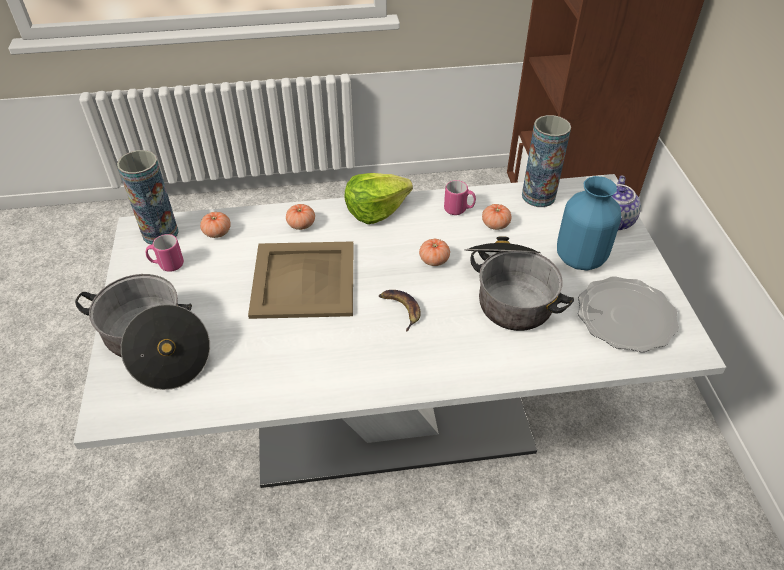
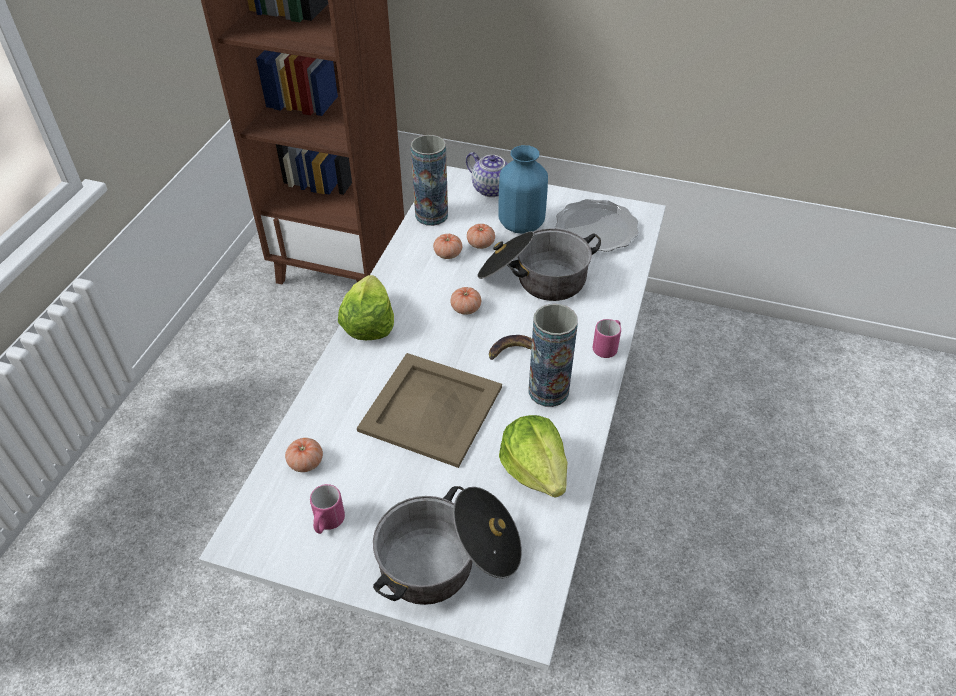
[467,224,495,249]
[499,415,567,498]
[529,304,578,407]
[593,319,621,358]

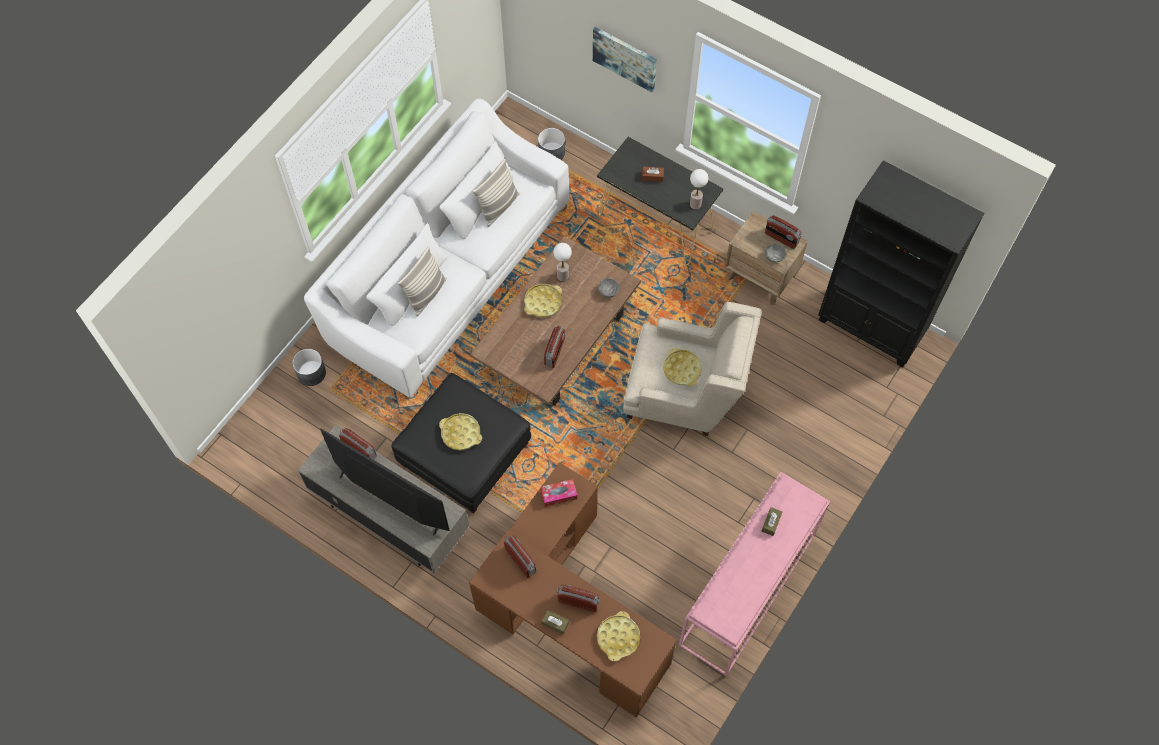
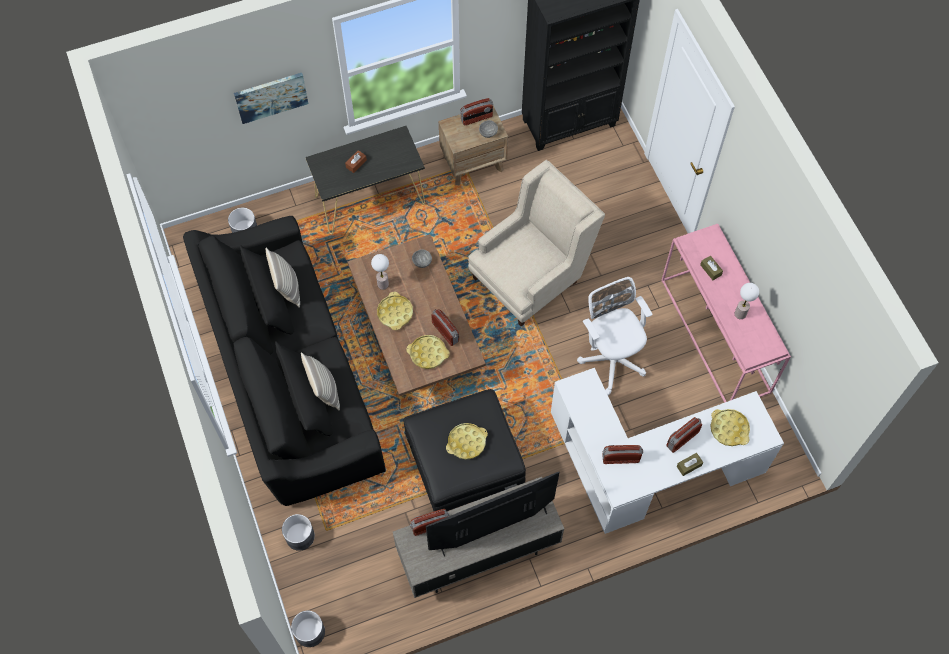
[183,216,386,506]
[291,610,325,647]
[406,335,450,369]
[551,368,784,534]
[577,277,652,396]
[734,283,759,319]
[540,479,577,507] (first image)

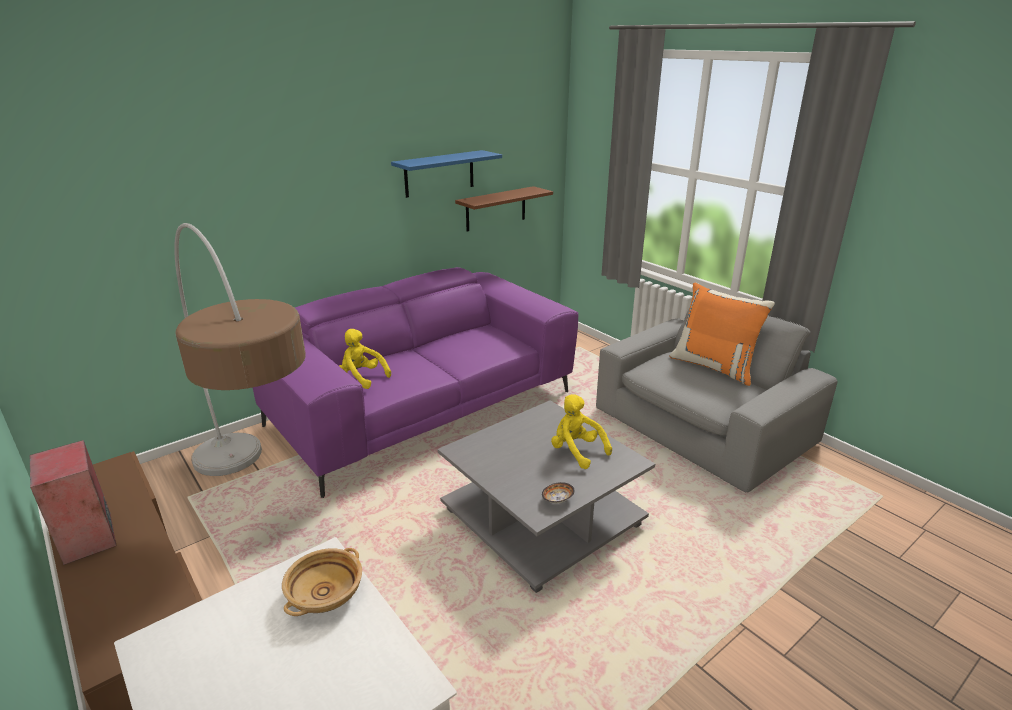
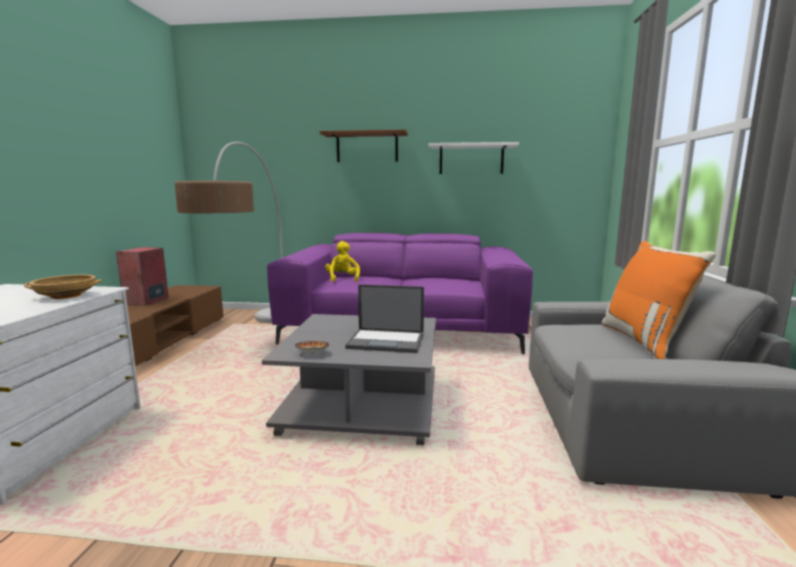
[320,130,408,162]
[345,284,424,353]
[429,142,519,174]

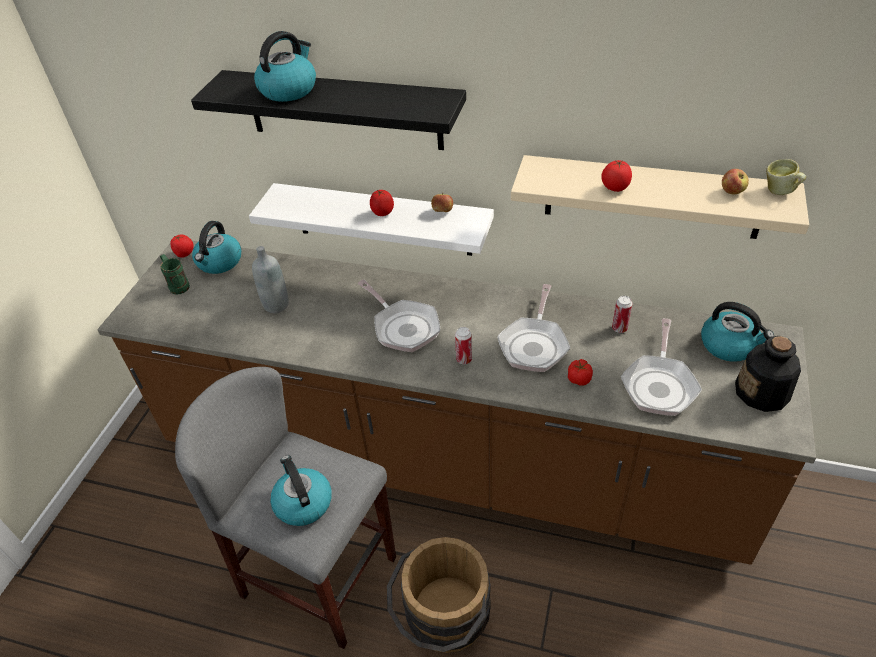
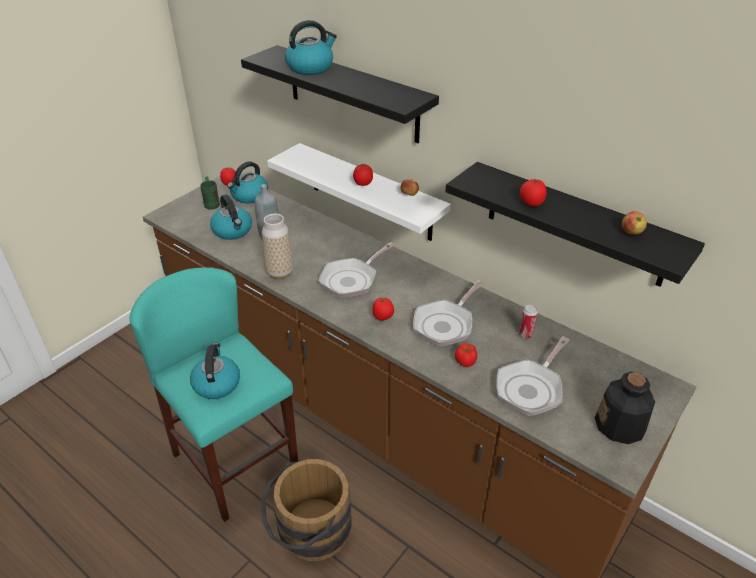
[129,267,298,522]
[210,195,252,240]
[262,213,294,279]
[319,242,395,298]
[373,298,394,321]
[445,162,705,287]
[766,159,806,195] (first image)

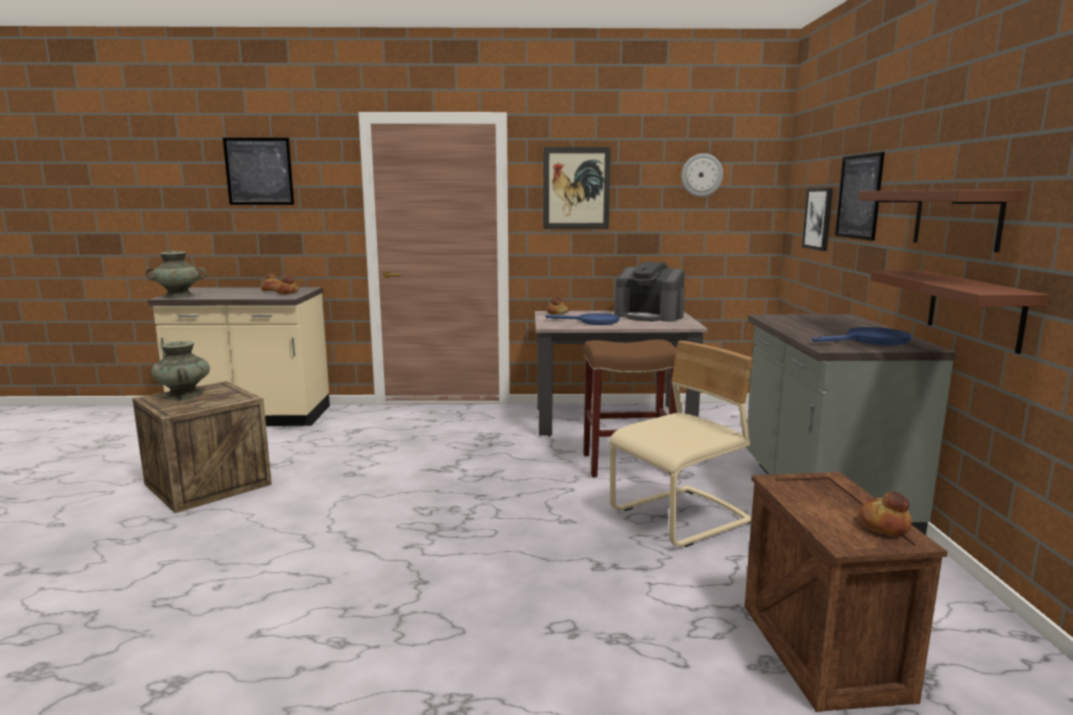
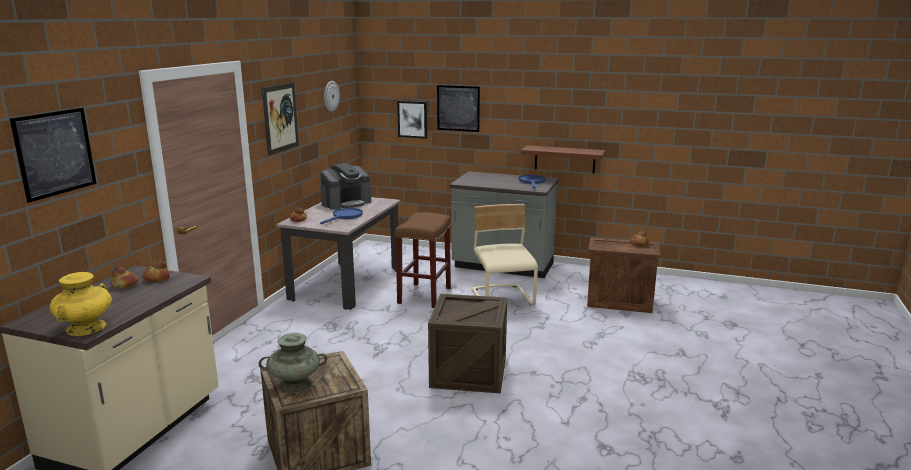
[50,272,112,336]
[428,294,507,393]
[858,190,1025,252] (first image)

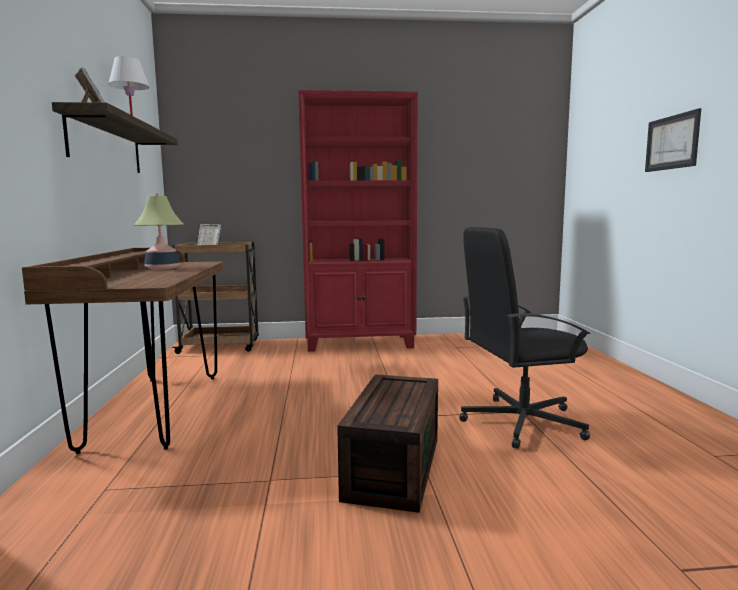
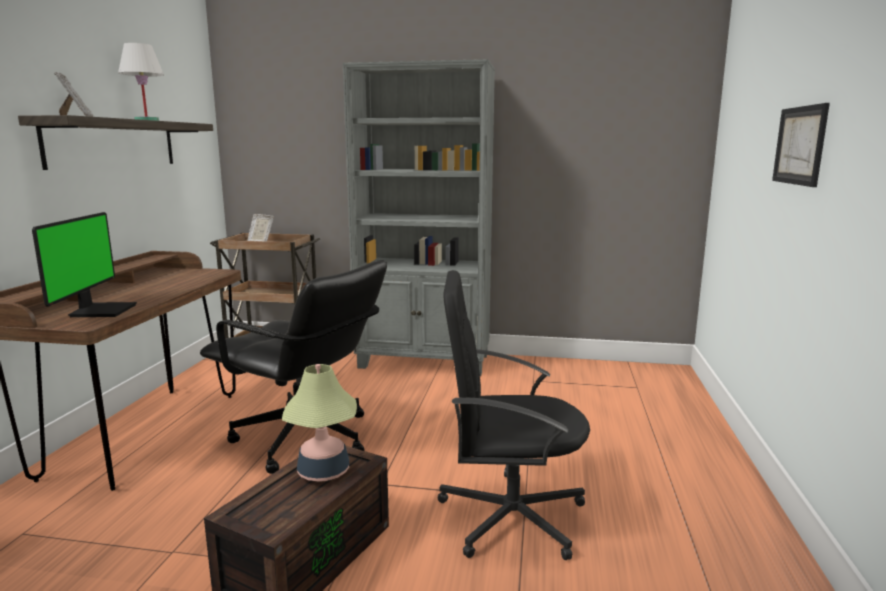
[32,212,137,317]
[200,261,387,474]
[282,364,357,482]
[343,59,495,376]

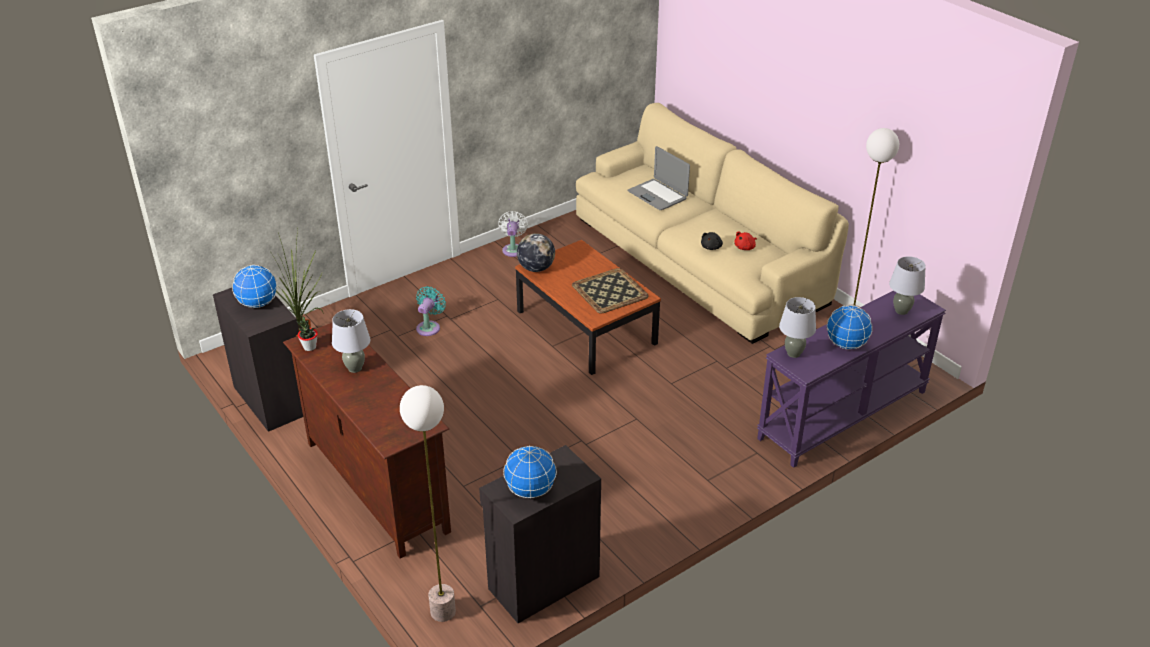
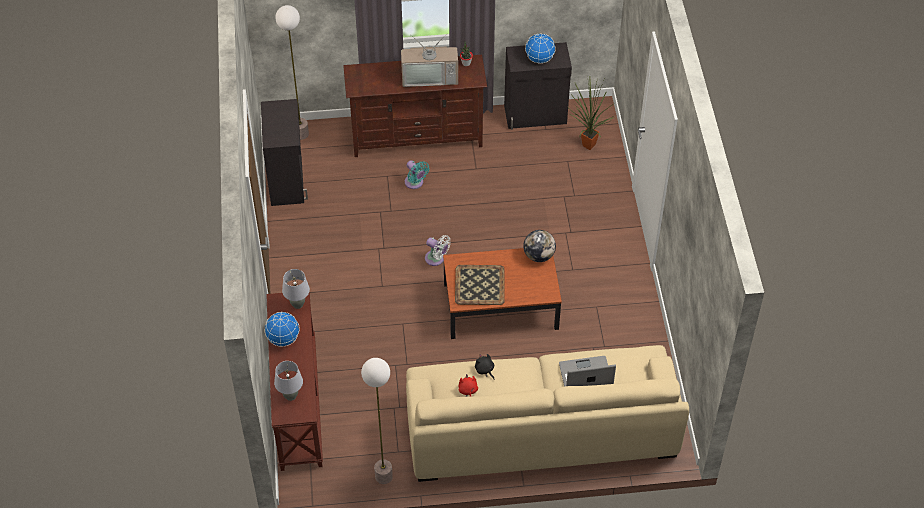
[266,291,323,471]
[401,35,458,87]
[405,160,430,189]
[425,235,451,266]
[503,445,557,499] (first image)

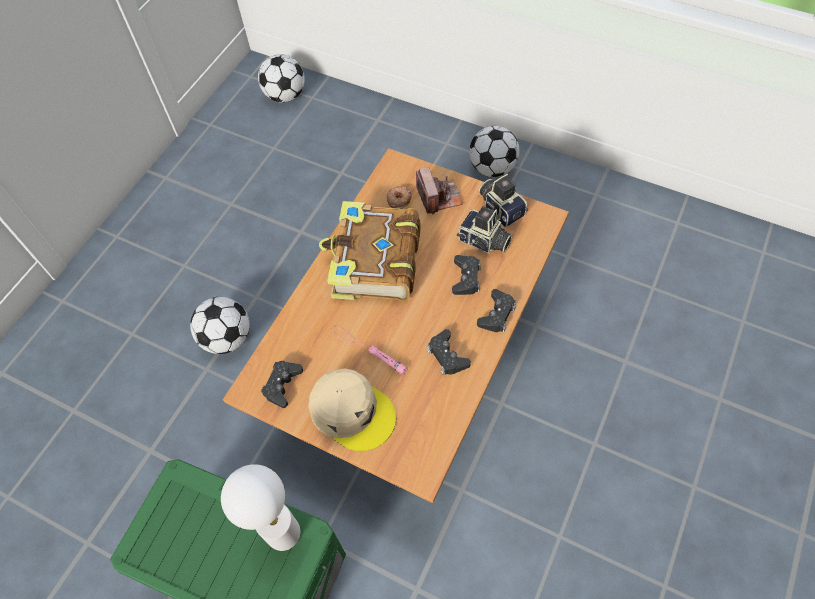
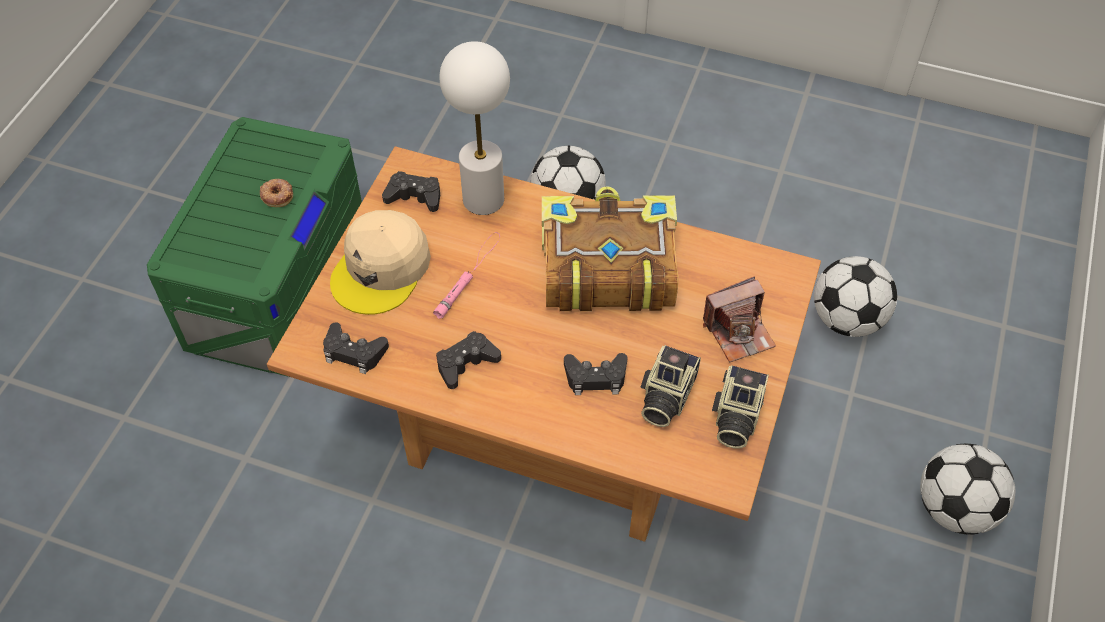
[260,179,293,207]
[323,322,389,374]
[439,41,510,215]
[712,365,769,449]
[814,256,897,337]

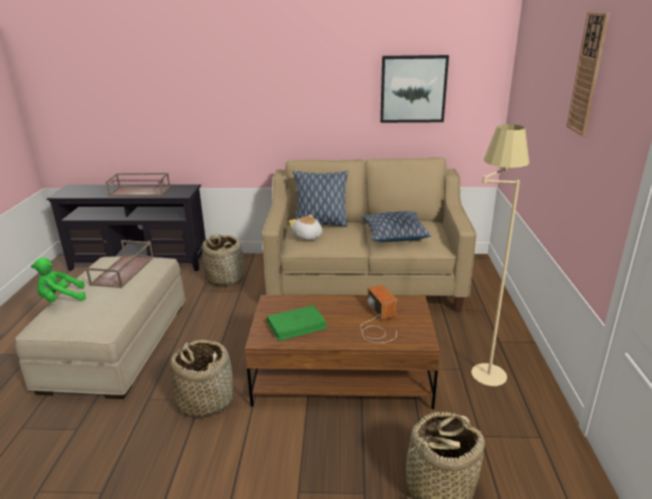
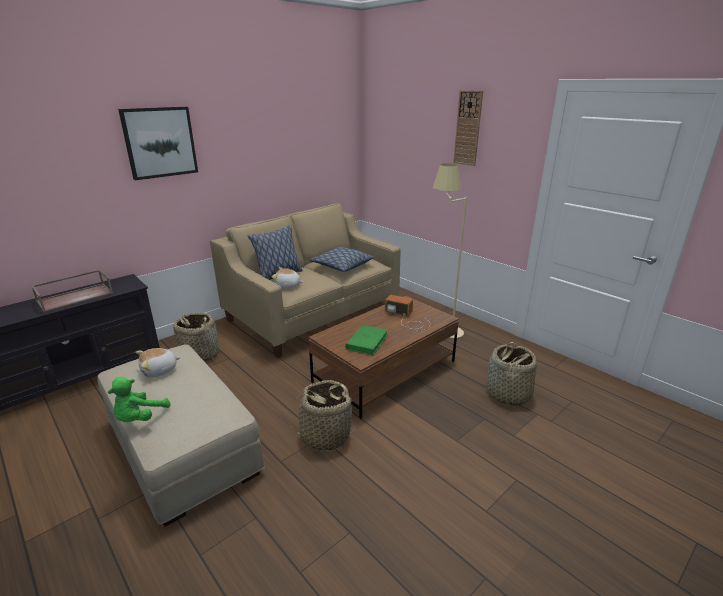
[118,107,198,180]
[135,348,181,378]

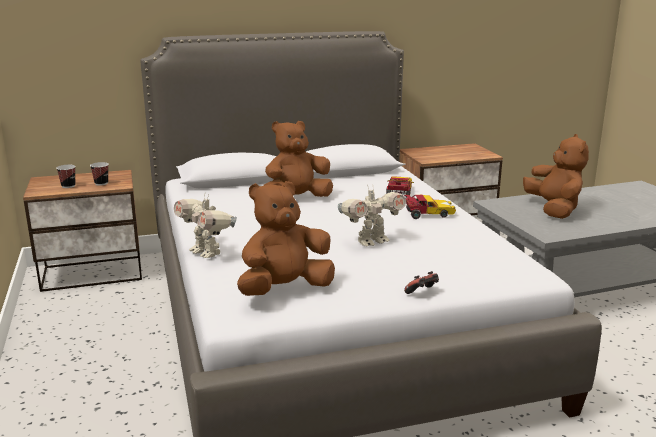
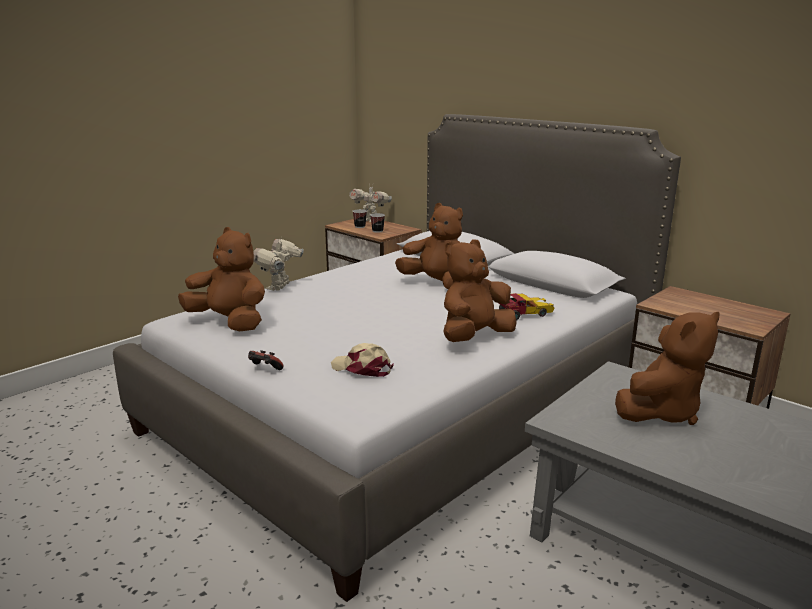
[331,343,394,377]
[349,187,392,222]
[443,239,517,342]

